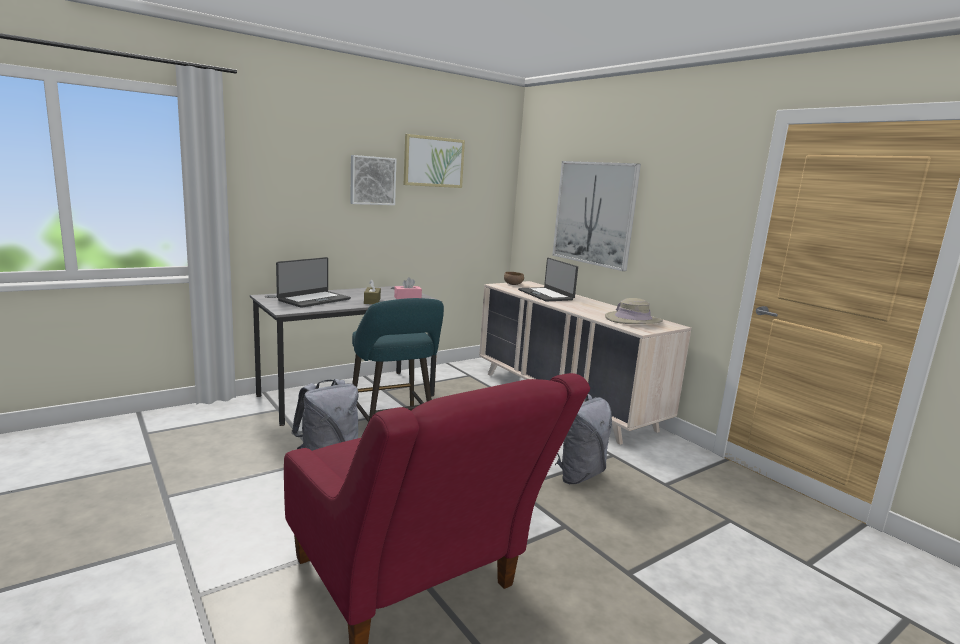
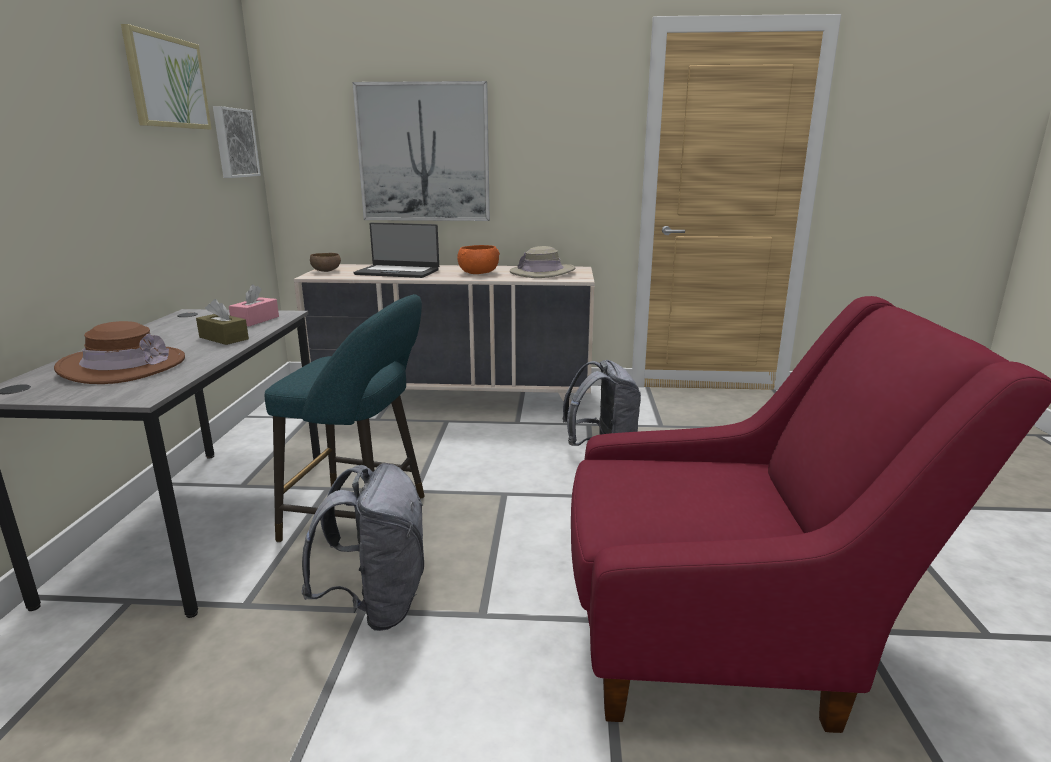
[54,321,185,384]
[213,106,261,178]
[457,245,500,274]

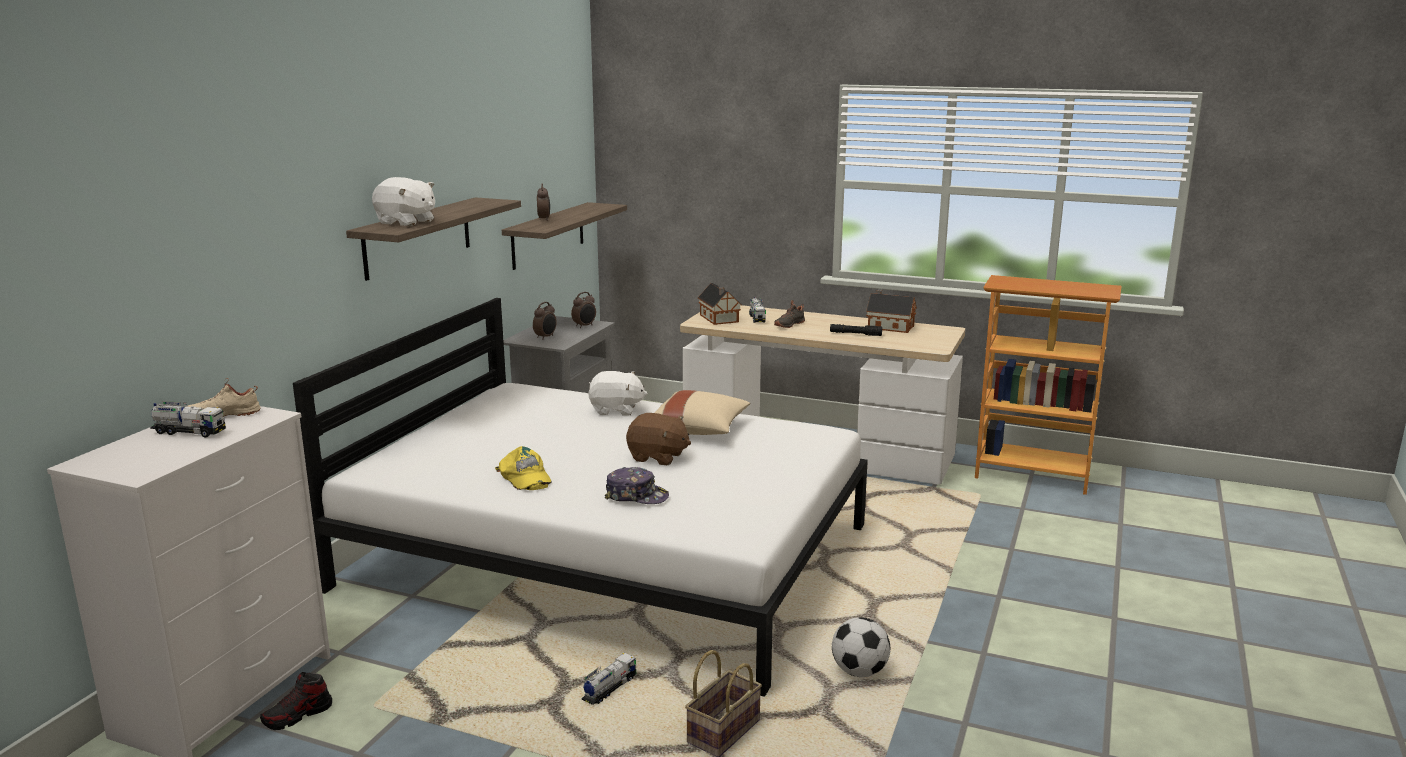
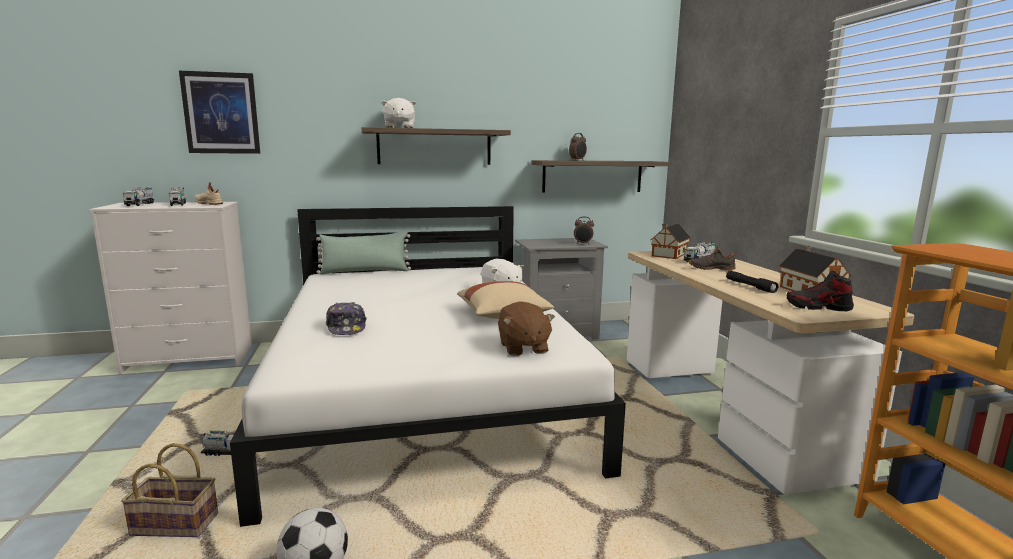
[123,187,155,206]
[179,71,260,154]
[316,231,411,274]
[498,301,555,356]
[787,271,854,311]
[495,446,552,490] (first image)
[533,302,557,340] (first image)

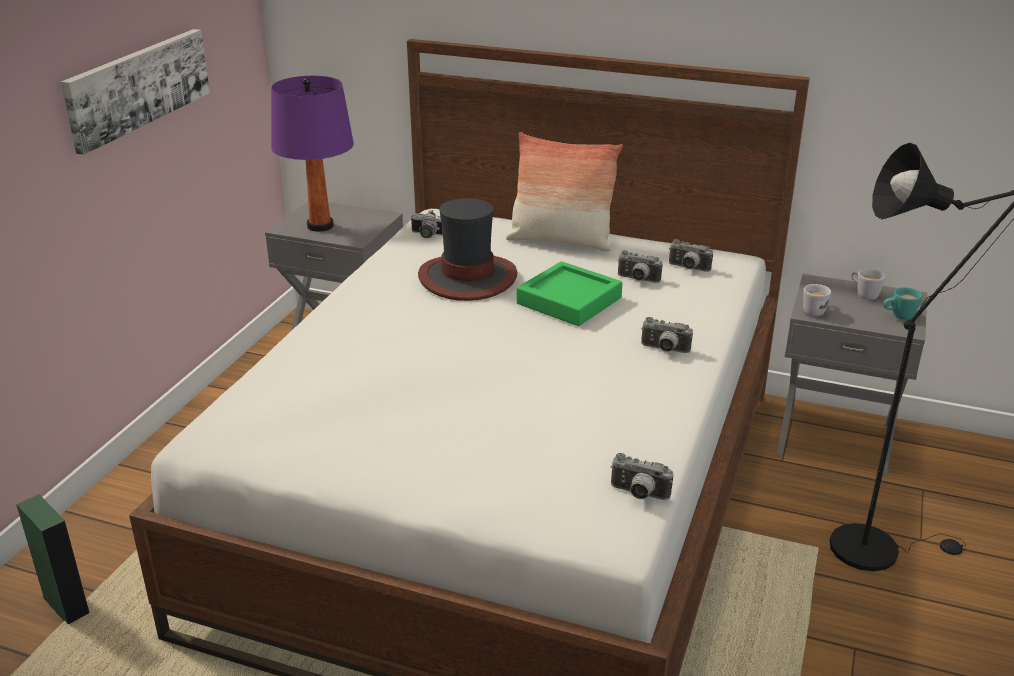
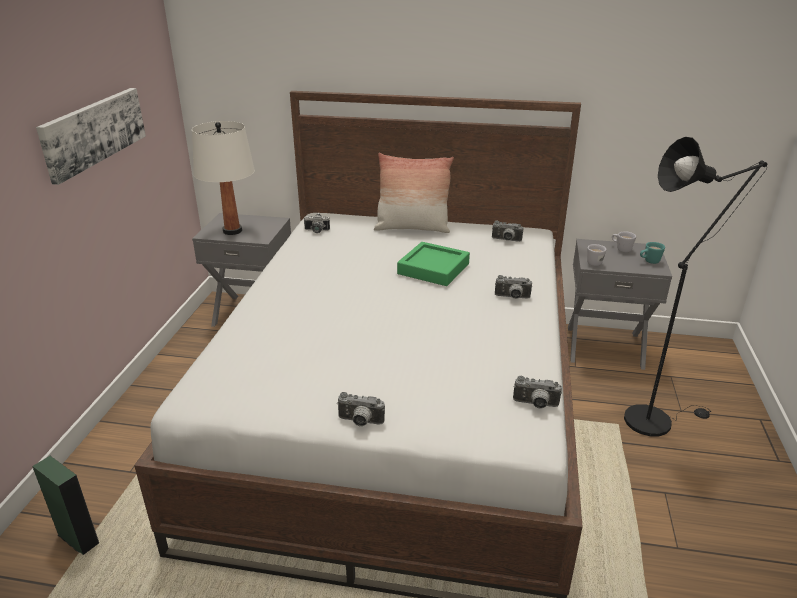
[192,121,255,235]
[337,392,385,427]
[418,198,517,301] (first image)

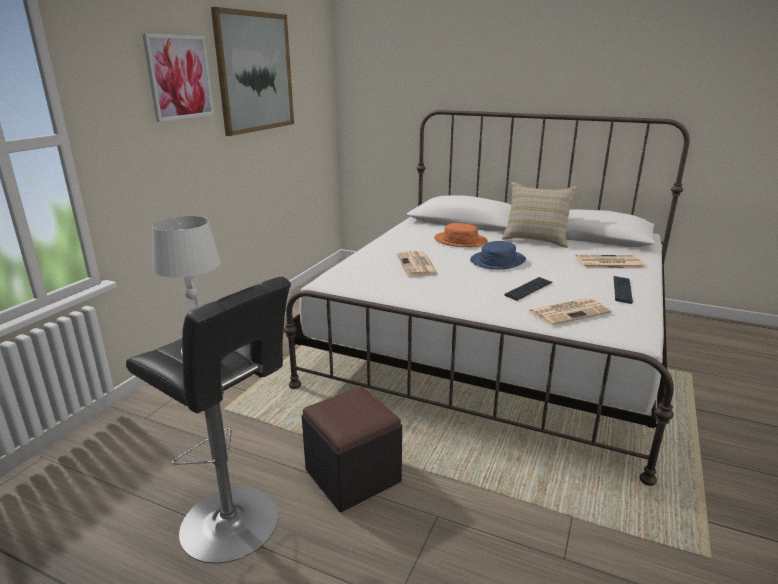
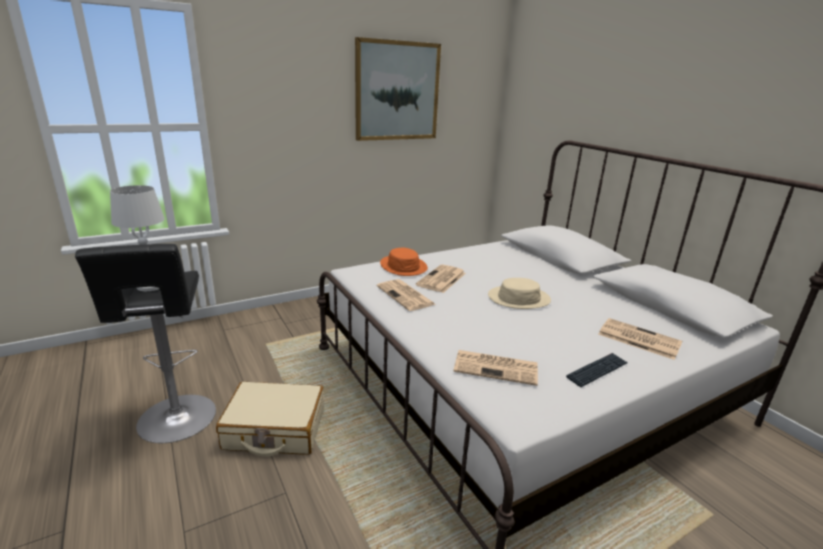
[216,381,324,457]
[377,279,436,311]
[380,248,428,276]
[488,278,551,309]
[142,34,214,122] (first image)
[502,182,578,248] (first image)
[505,277,552,301] (first image)

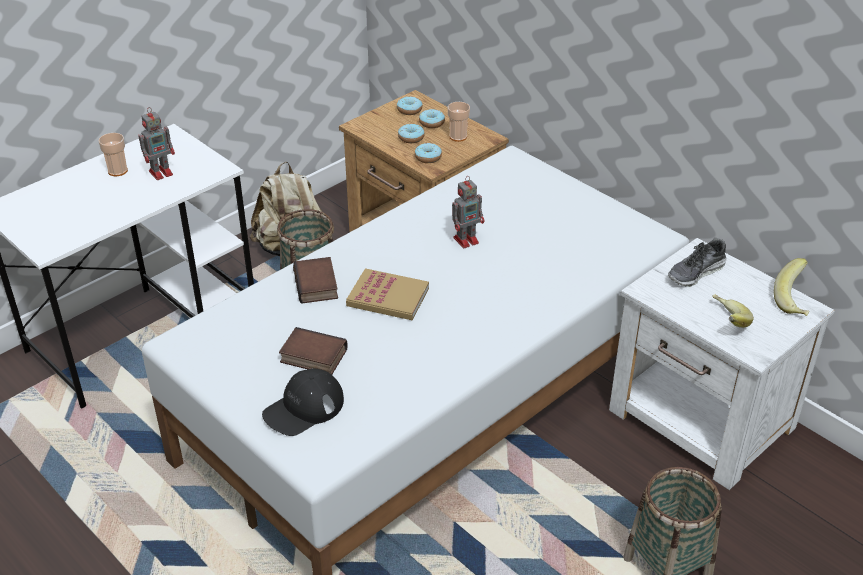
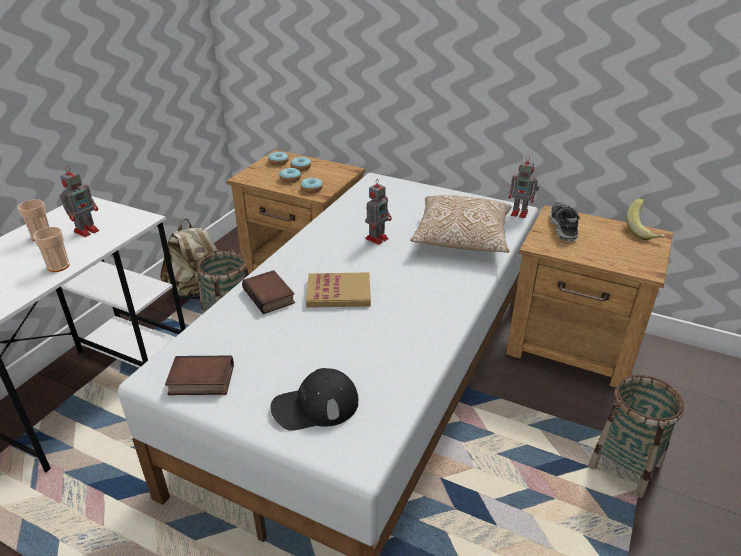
[33,227,70,272]
[165,355,234,395]
[271,368,358,431]
[410,195,511,253]
[506,206,673,388]
[509,156,539,218]
[550,202,580,242]
[713,294,754,328] (first image)

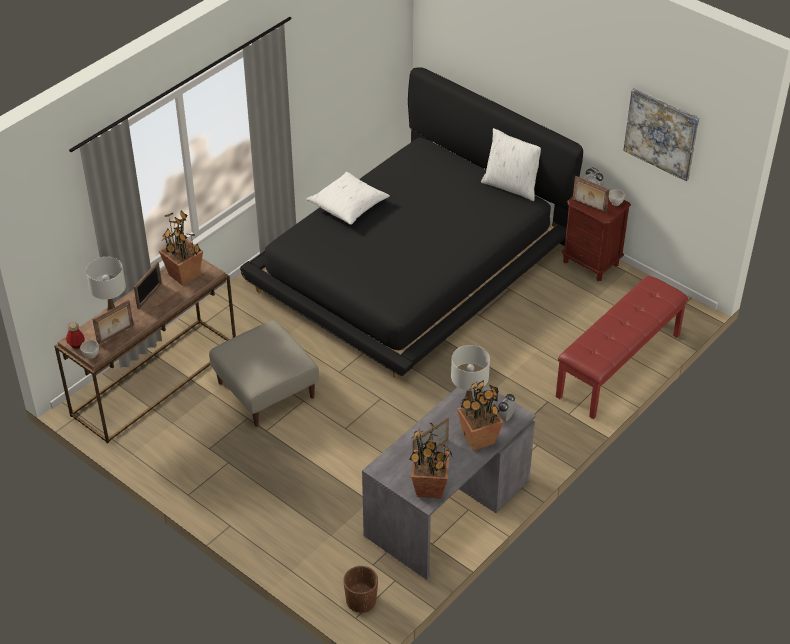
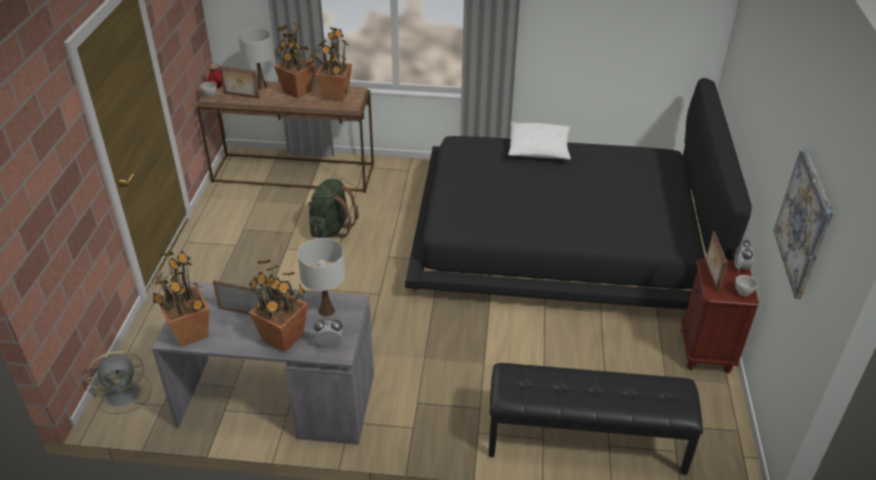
[87,351,151,414]
[274,23,316,99]
[308,179,359,238]
[489,363,703,475]
[481,128,541,201] (first image)

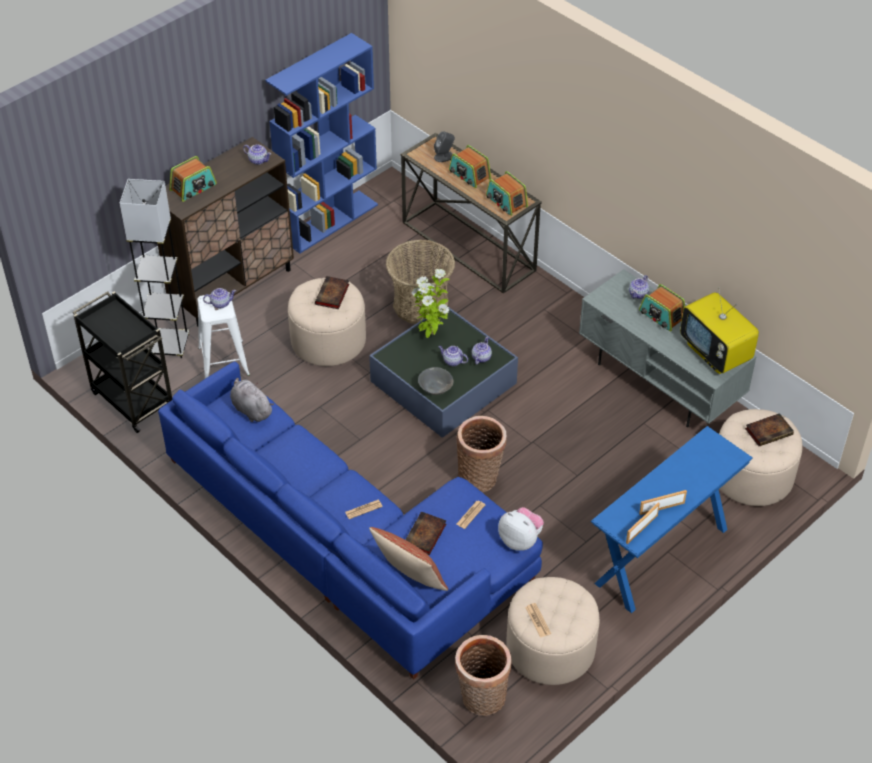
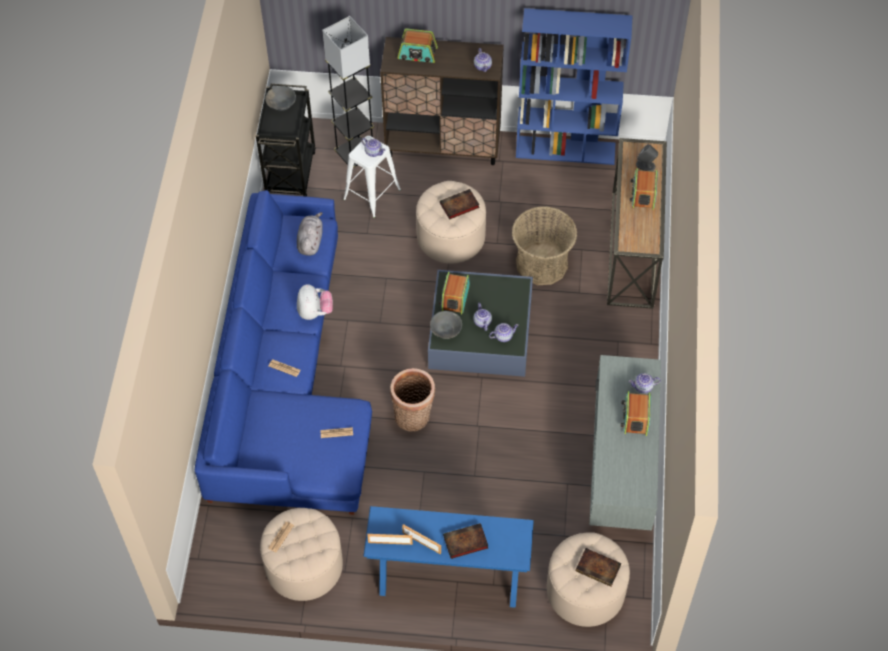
[265,86,296,111]
[297,284,333,320]
[439,272,470,315]
[443,523,488,559]
[369,527,448,591] (first image)
[411,269,450,338] (first image)
[455,635,512,716] (first image)
[680,287,759,374] (first image)

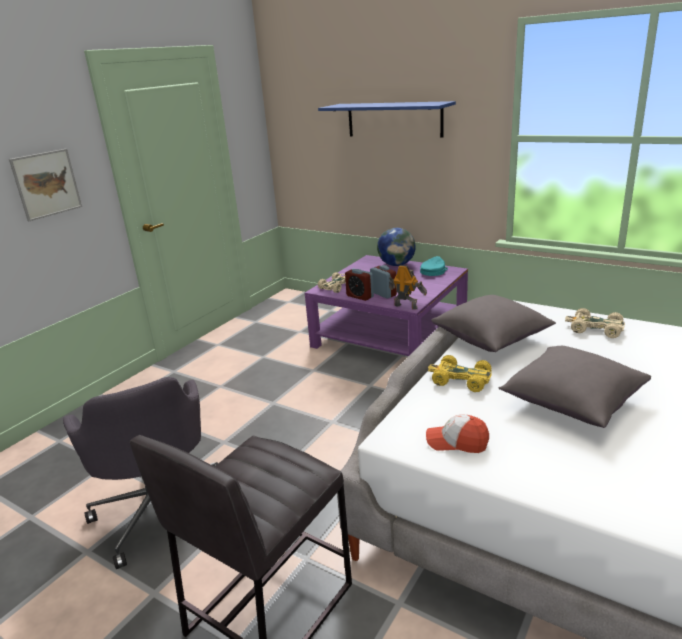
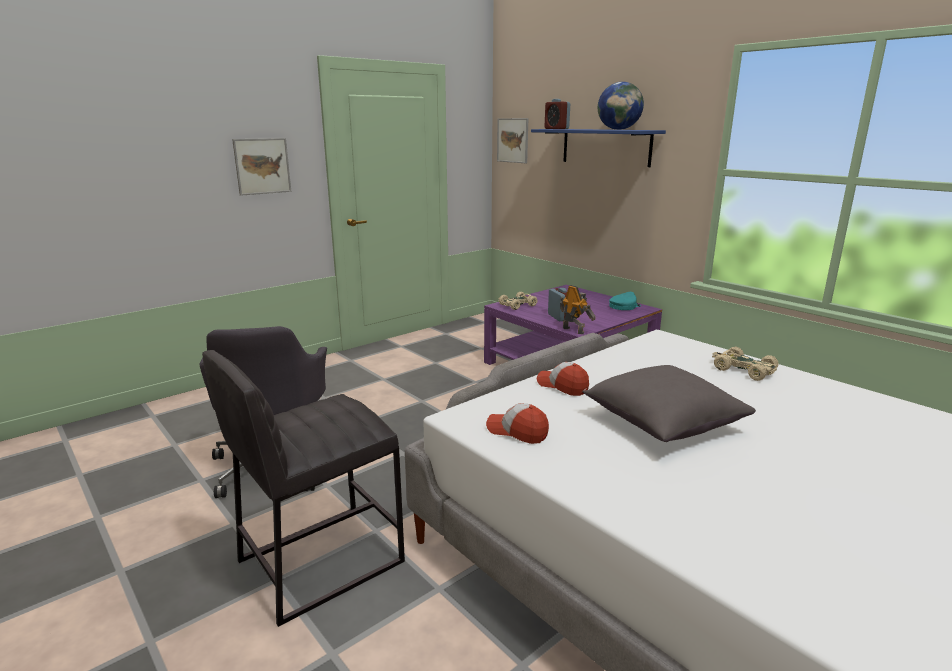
[497,118,528,163]
[537,362,589,396]
[545,99,570,129]
[598,82,644,130]
[431,295,556,352] (first image)

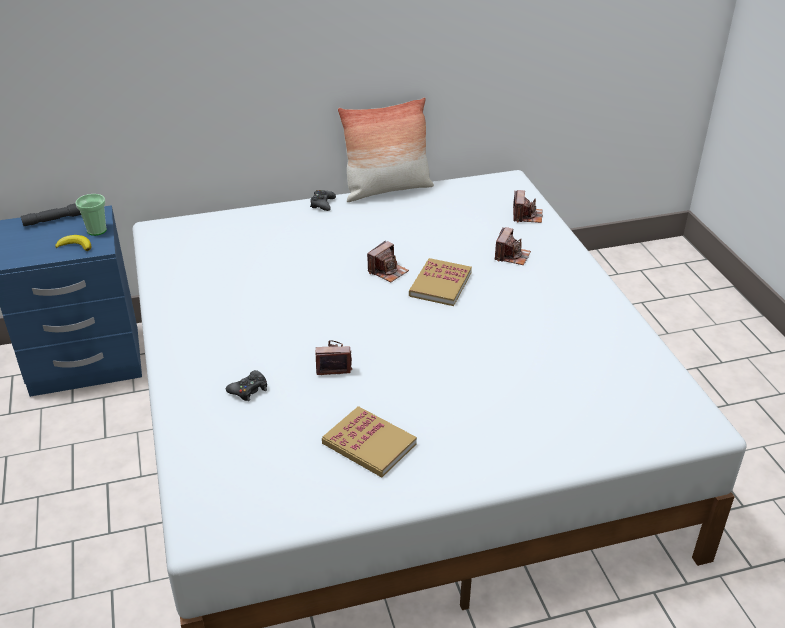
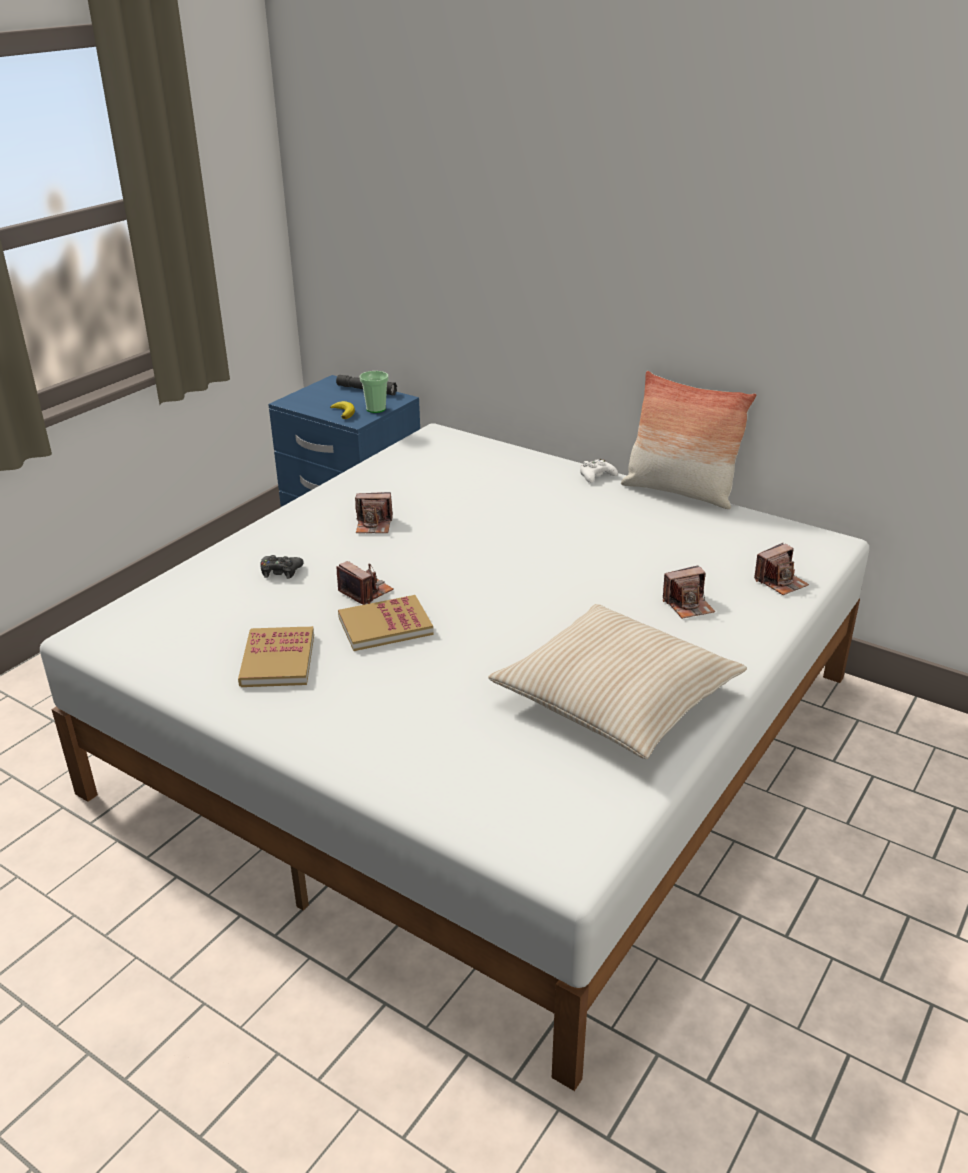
[338,595,433,651]
[355,492,393,533]
[488,604,747,759]
[580,459,618,483]

